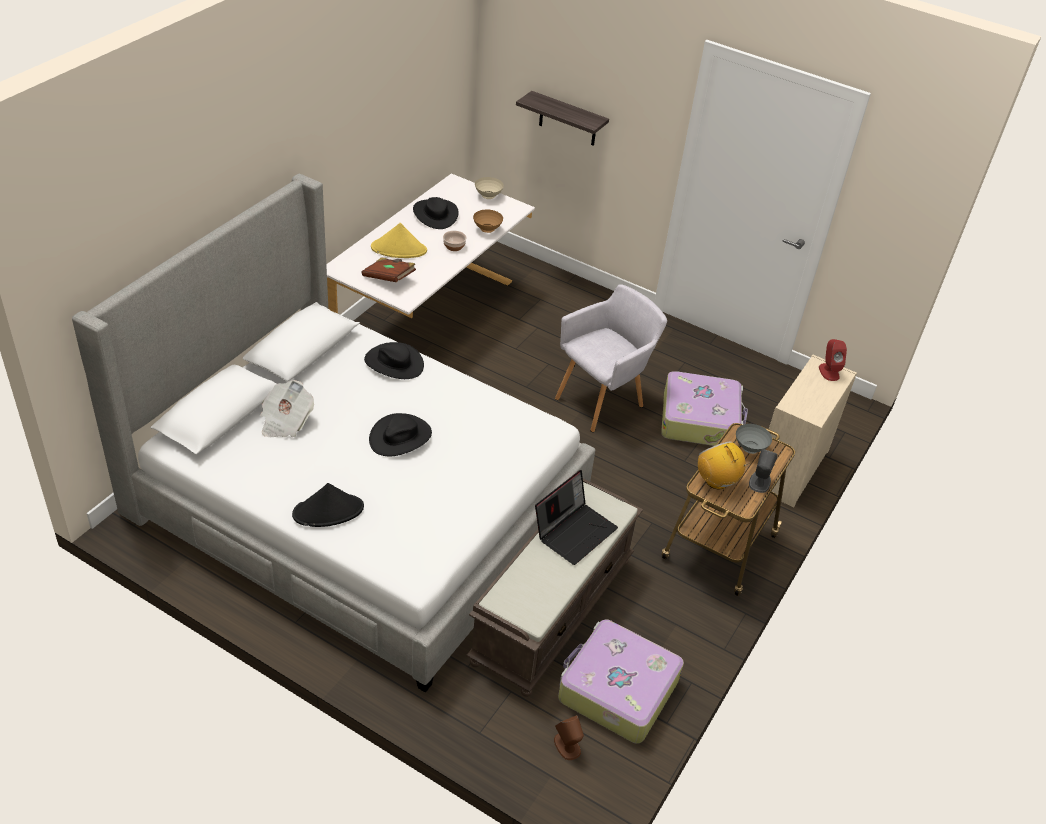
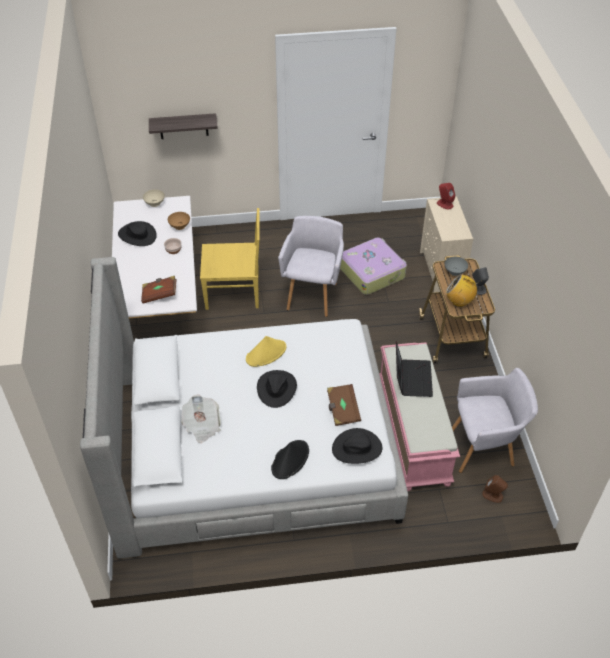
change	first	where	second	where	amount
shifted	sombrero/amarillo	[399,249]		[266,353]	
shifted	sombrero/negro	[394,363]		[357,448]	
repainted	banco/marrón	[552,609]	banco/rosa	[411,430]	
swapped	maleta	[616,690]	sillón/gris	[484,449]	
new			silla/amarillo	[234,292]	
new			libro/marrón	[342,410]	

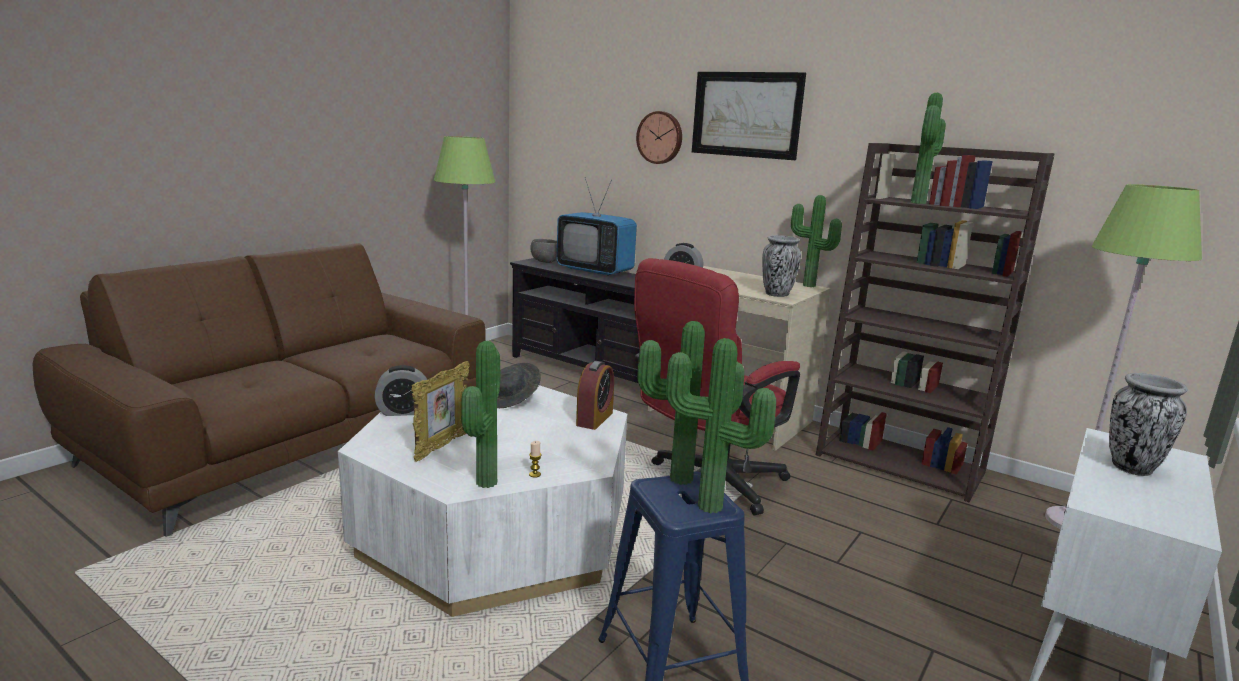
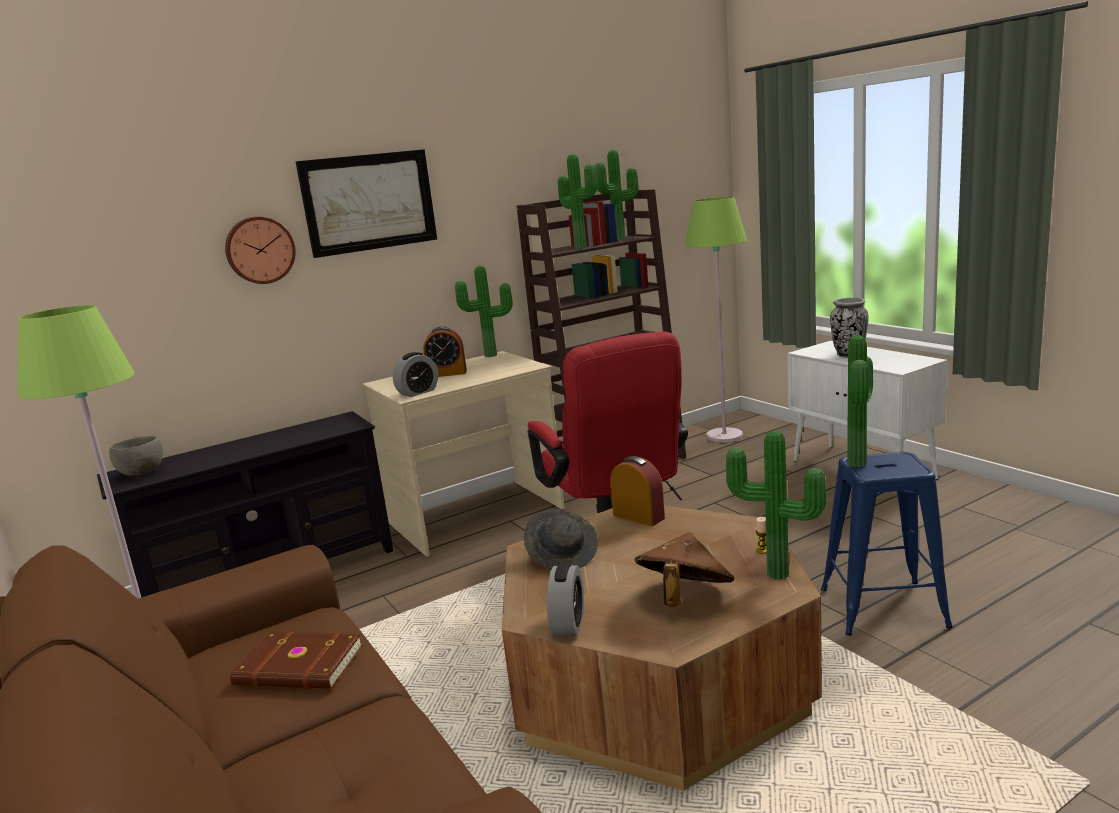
change	first	where	second	where	amount
gone	televisor	[595,270]			
gone	florero	[776,294]			
shifted	planta en maceta	[708,509]		[621,239]	
swapped	portarretratos	[442,446]	sombrero/marrón	[684,598]	
repainted	mesa de centro/blanco	[494,532]	mesa de centro/marrón	[656,681]	
new			despertador	[447,374]	
new			libro/marrón	[299,667]	

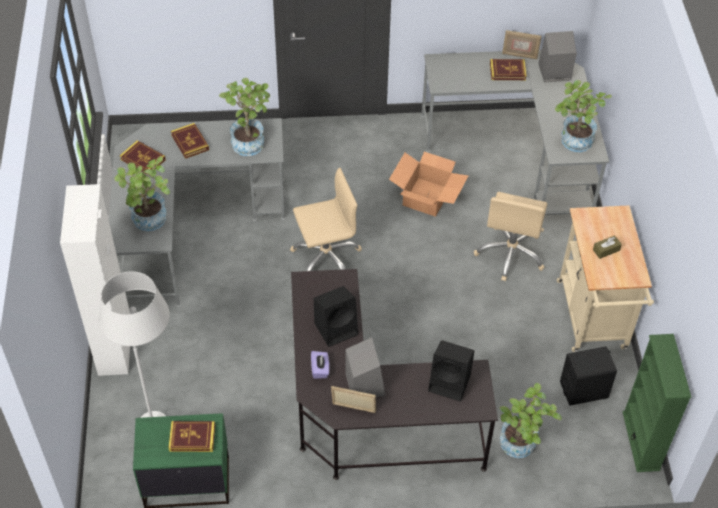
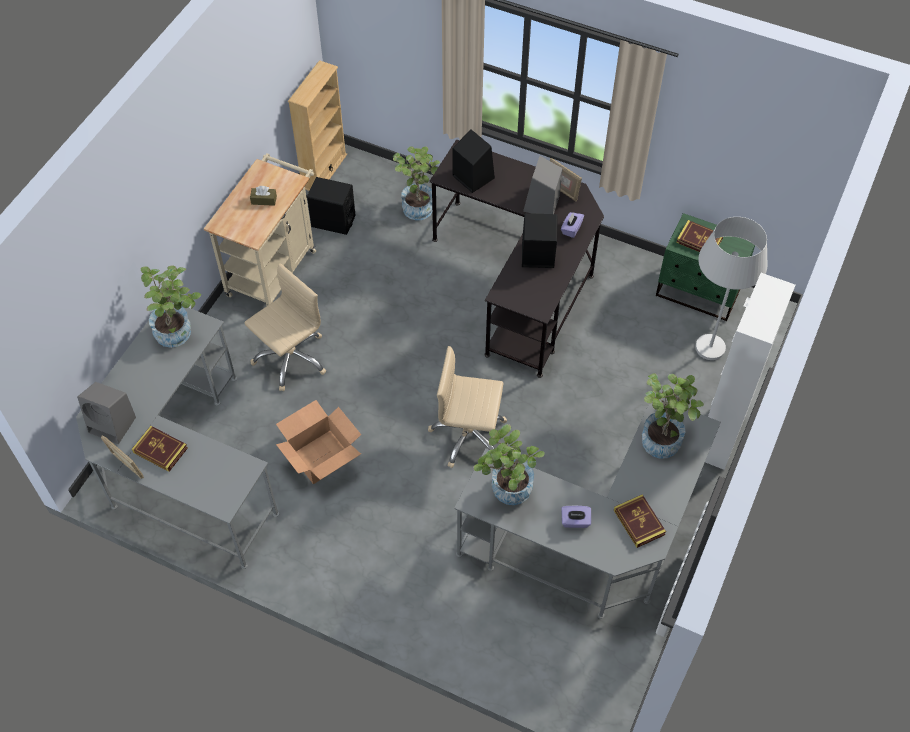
change	first	where	second	where	amount
swapped	libro	[190,142]	caja de pañuelos/morado	[575,521]	
repainted	estantería/verde	[641,441]	estantería/beis	[324,171]	

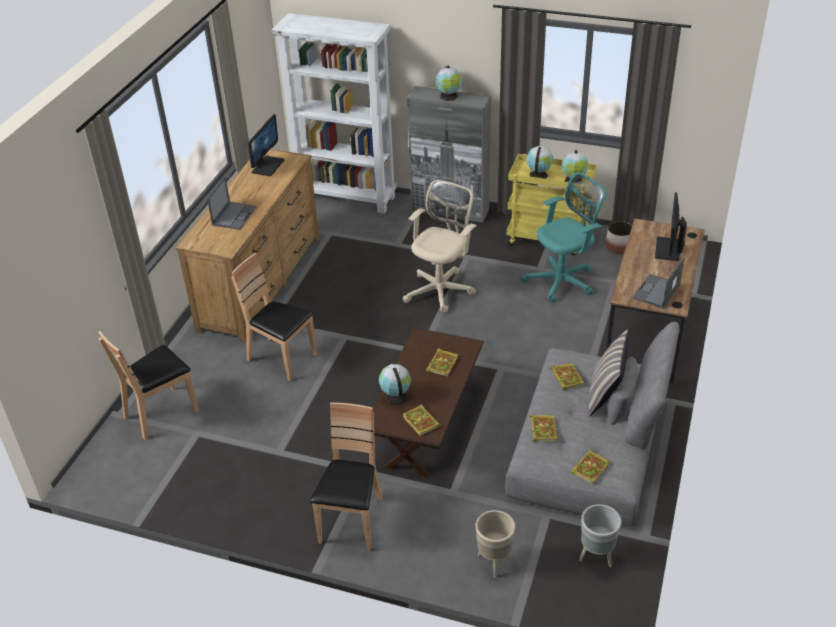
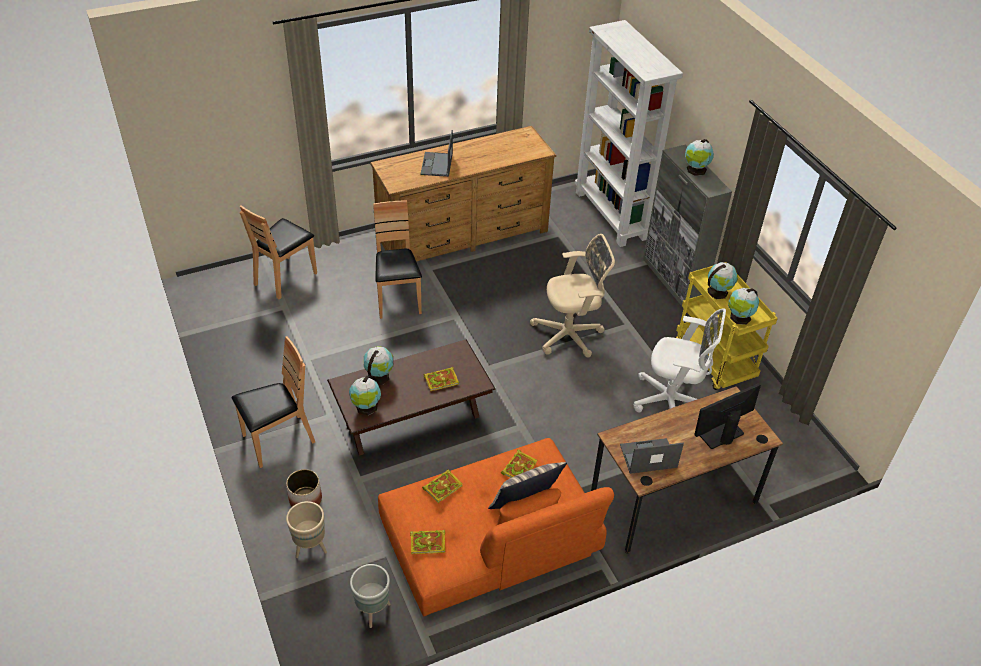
change	first	where	second	where	amount
gone	monitor	[267,166]			
repainted	silla de oficina/turquesa	[563,281]	silla de oficina/blanco	[672,402]	
rotated	portátil	[234,215]		[437,165]	120 degrees clockwise
shifted	maceta	[618,247]		[305,499]	
repainted	sofá/gris	[589,445]	sofá/naranja	[490,535]	
rotated	silla/marrón	[161,413]		[285,278]	60 degrees counterclockwise
swapped	libro	[422,422]	globo terráqueo	[366,407]	

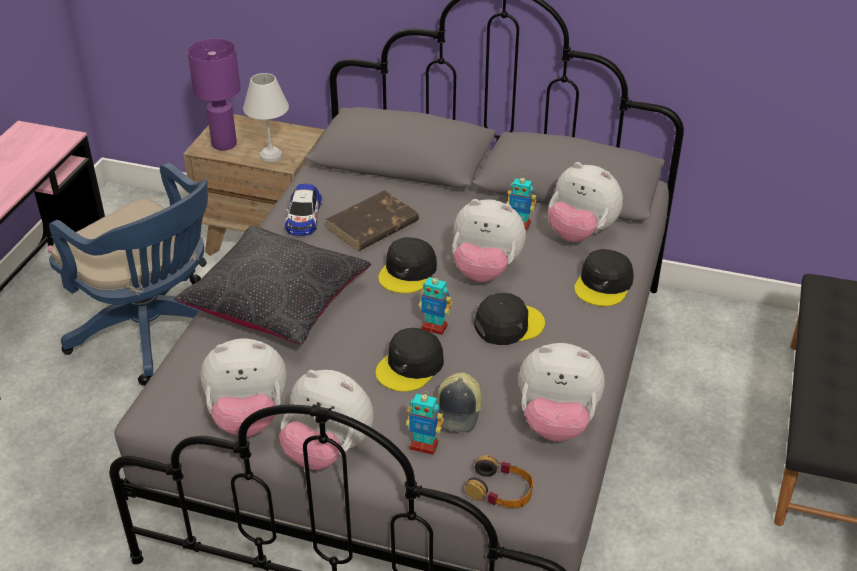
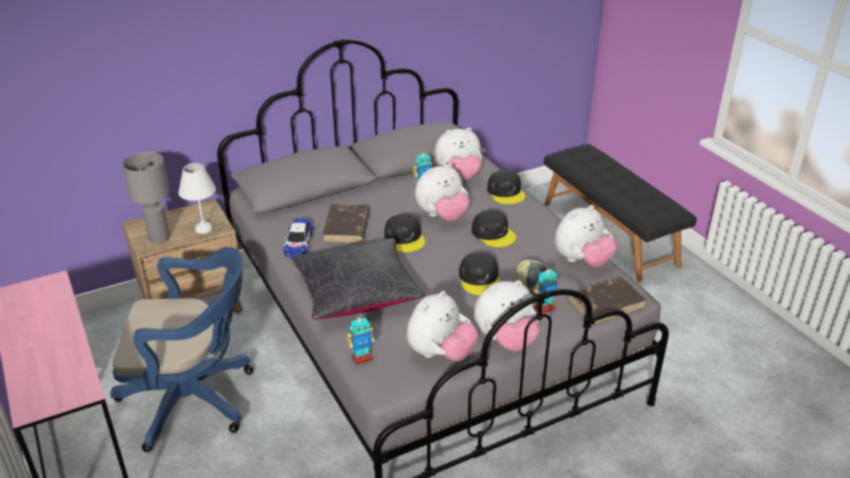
change	first	where	second	where	amount
repainted	lámpara de mesa/morado	[225,144]	lámpara de mesa/gris	[160,238]	
rotated	coche de juguete	[303,217]		[298,243]	45 degrees clockwise
shifted	robot de juguete	[434,327]		[362,358]	
rotated	gorra/negro	[508,325]		[493,234]	120 degrees clockwise
swapped	auriculares	[500,490]	libro/marrón	[606,303]	

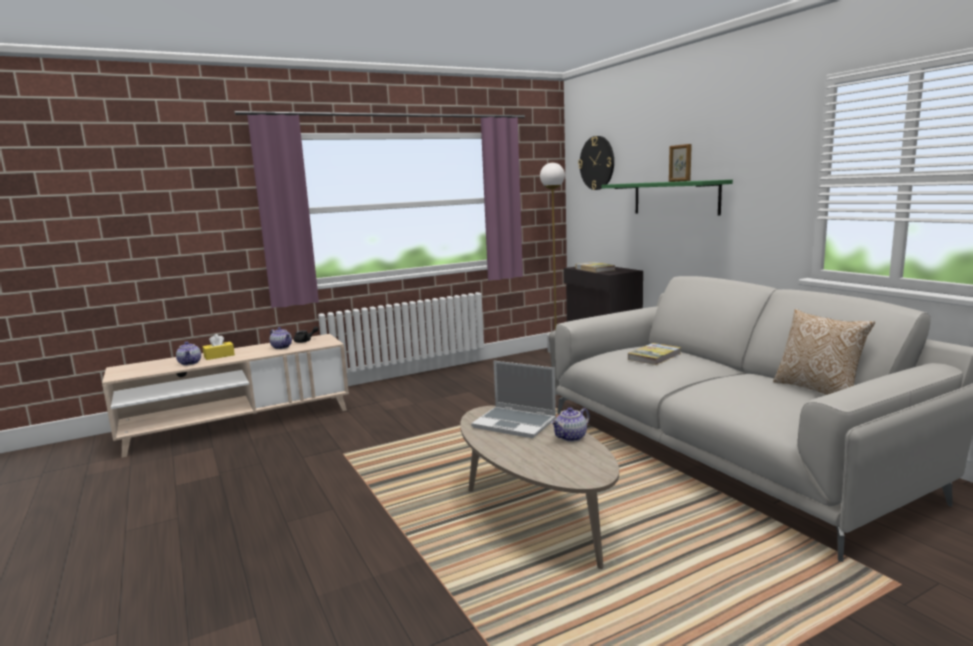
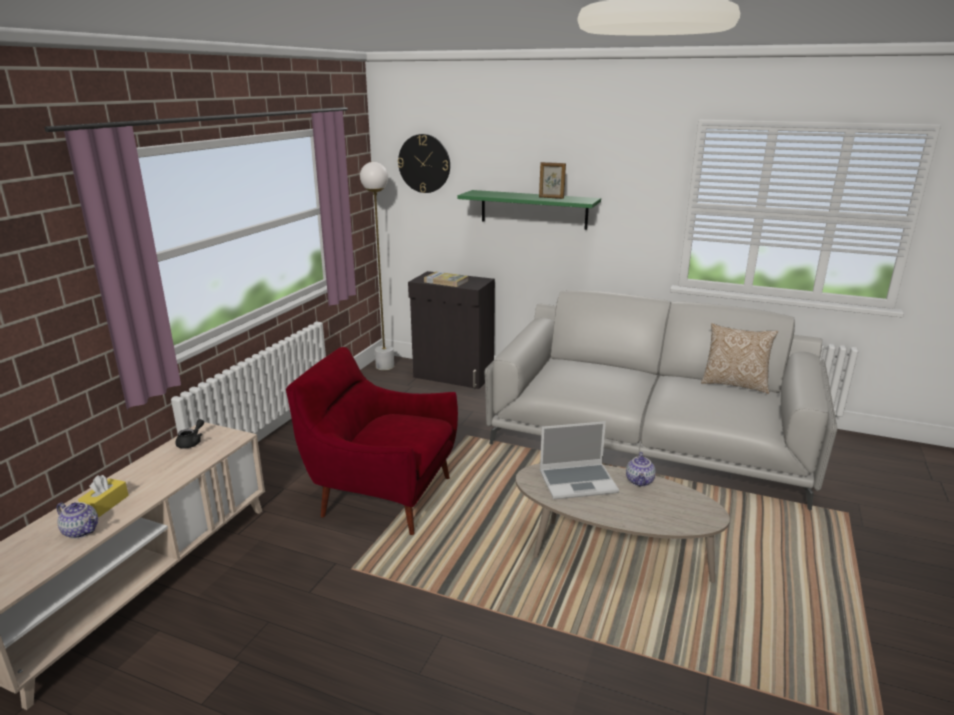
change	first	where	second	where	amount
gone	tetera	[282,347]			
gone	libro	[654,356]			
new			sillón/rojo	[381,495]	

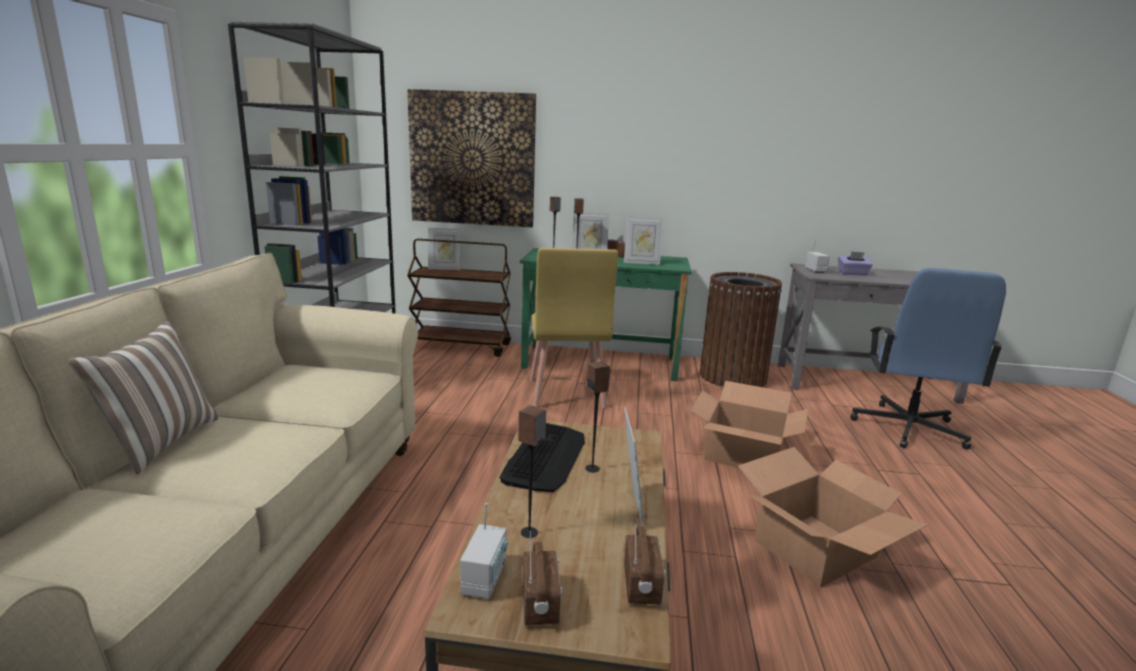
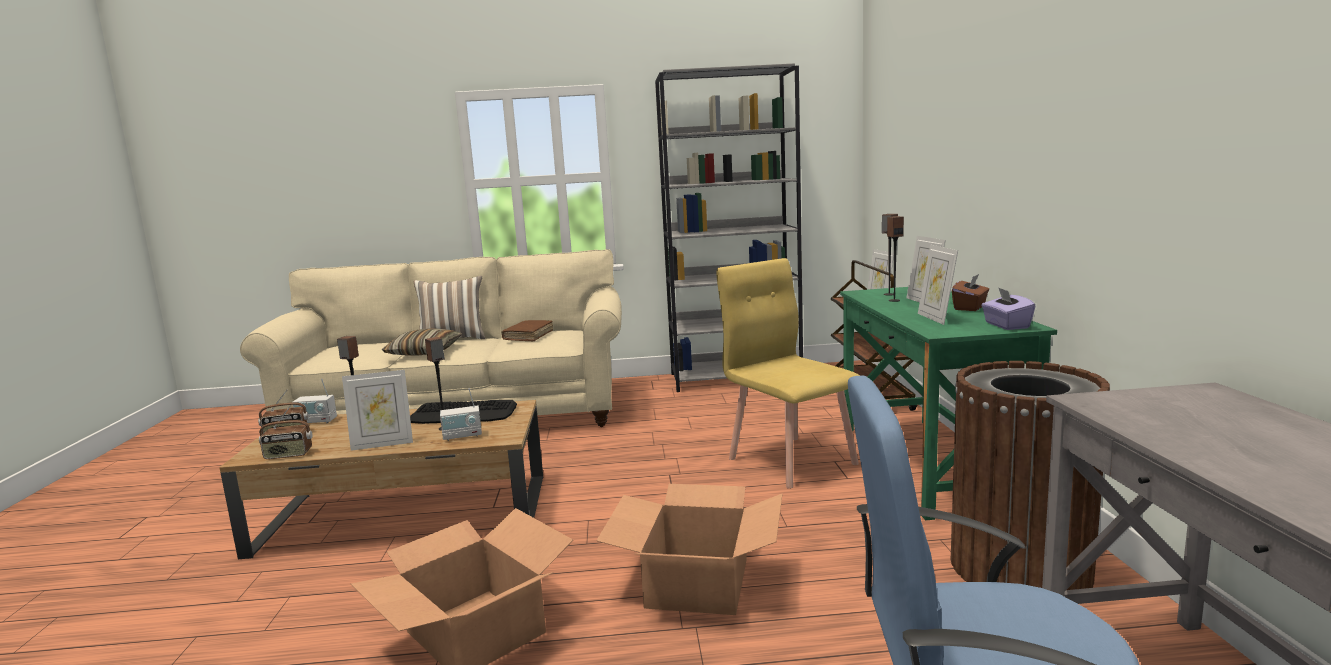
change	first	where	second	where	amount
gone	cuadro	[472,159]			
shifted	radio	[815,270]		[462,436]	
rotated	silla/amarillo	[566,393]		[792,460]	75 degrees clockwise
shifted	caja de pañuelos/morado	[853,273]		[1006,325]	
new			libro/marrón	[528,336]	
new			cojín	[424,352]	

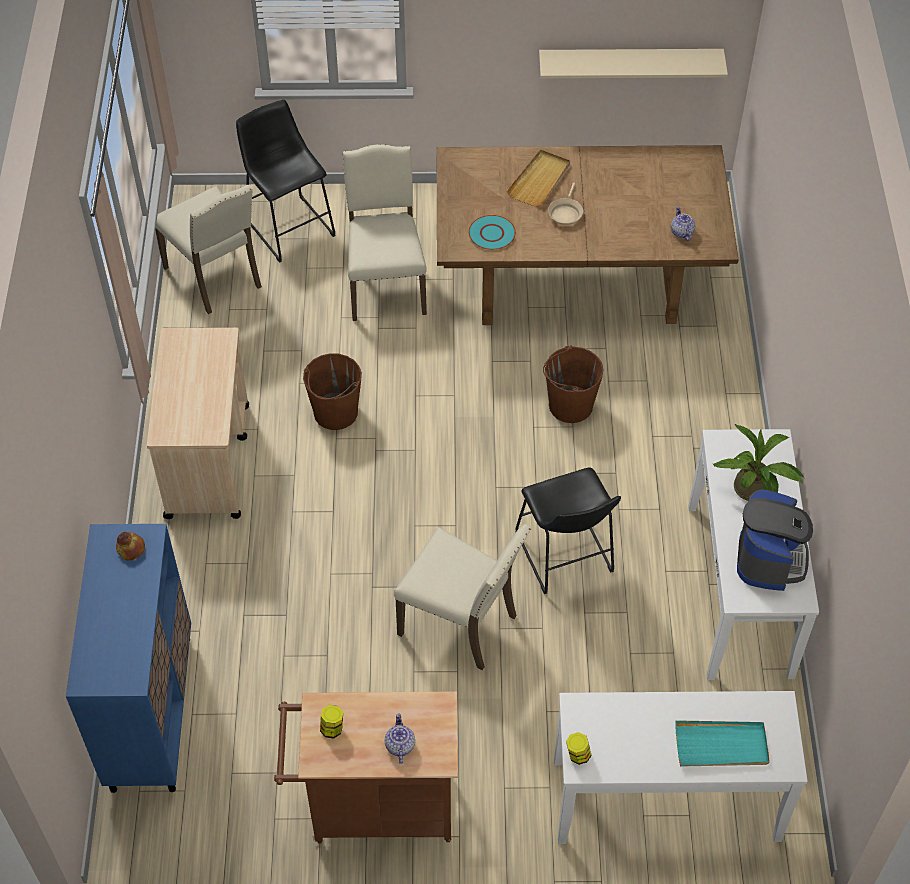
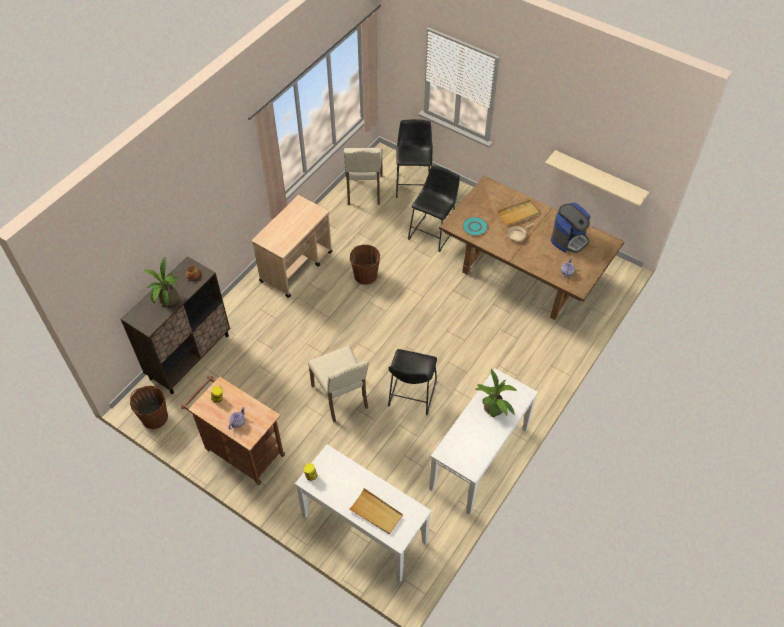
change	first	where	second	where	amount
swapped	silla/beis	[385,285]	taburete/negro	[433,231]	
shifted	cubo/marrón	[570,405]		[154,417]	
shifted	cafetera	[769,558]		[569,239]	
repainted	armario/azul	[151,711]	armario/marrón	[190,356]	
repainted	bandeja/turquesa	[721,746]	bandeja/beis	[376,512]	
new			planta en maceta	[167,301]	

